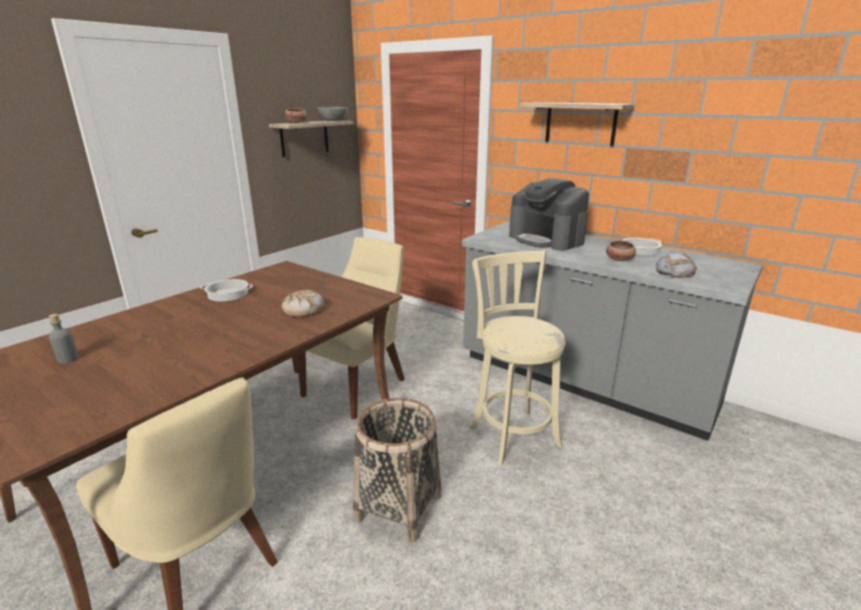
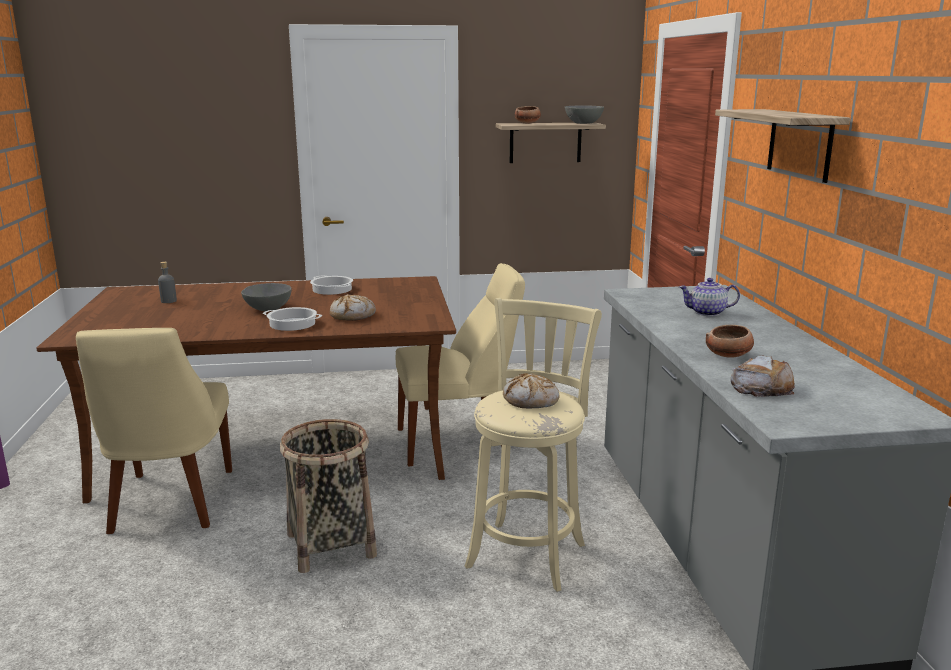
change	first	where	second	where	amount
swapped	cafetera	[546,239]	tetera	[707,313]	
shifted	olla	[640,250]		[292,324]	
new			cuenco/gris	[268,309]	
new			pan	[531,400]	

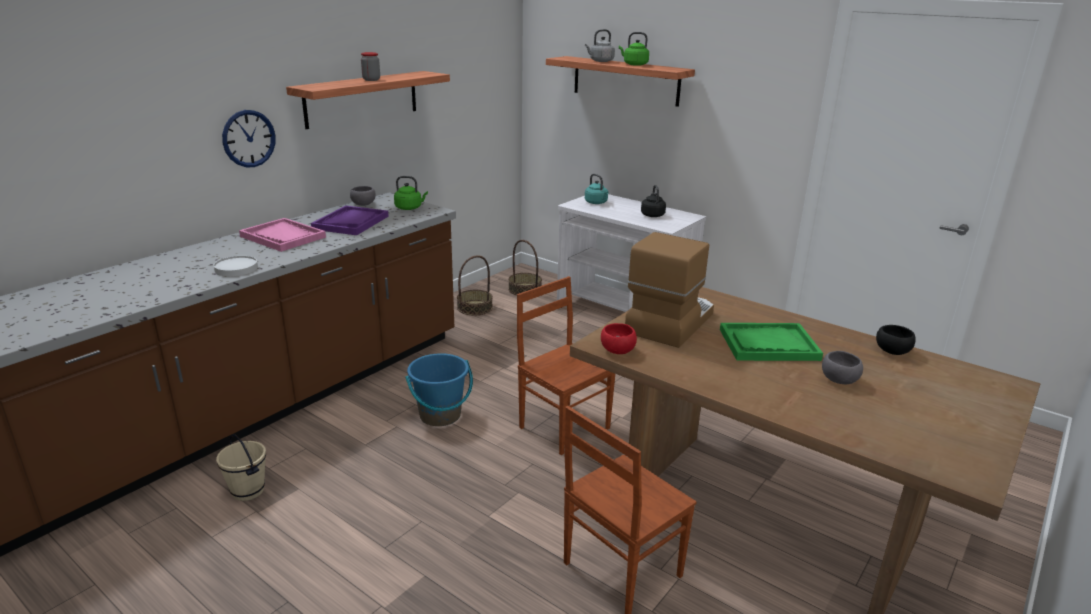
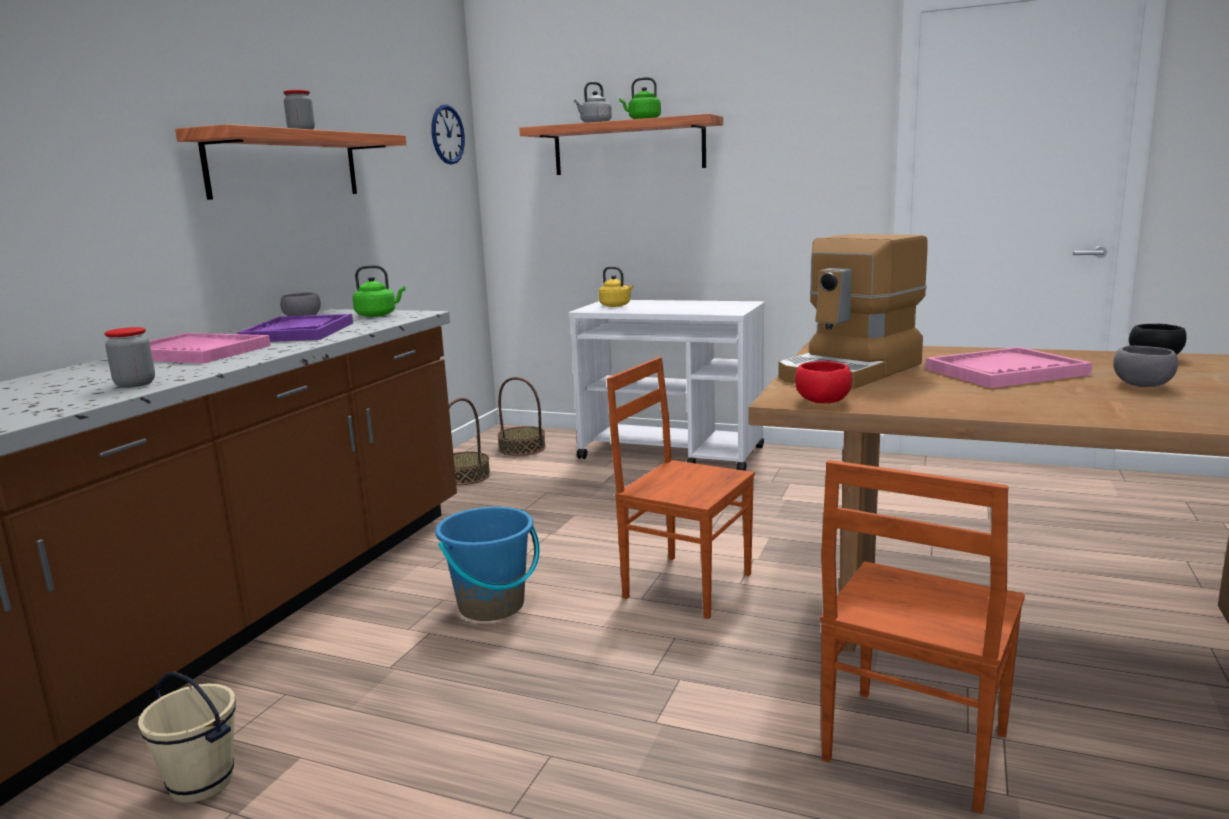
change	first	where	second	where	amount
shifted	reloj de pared	[249,138]		[447,134]	
repainted	hervidor/turquesa	[596,203]	hervidor/amarillo	[616,306]	
gone	hervidor/negro	[652,215]			
rotated	cafetera	[669,322]		[851,371]	150 degrees counterclockwise
swapped	plato/blanco	[236,268]	tarro	[135,384]	
repainted	bandeja/verde	[768,344]	bandeja/rosa	[1005,372]	

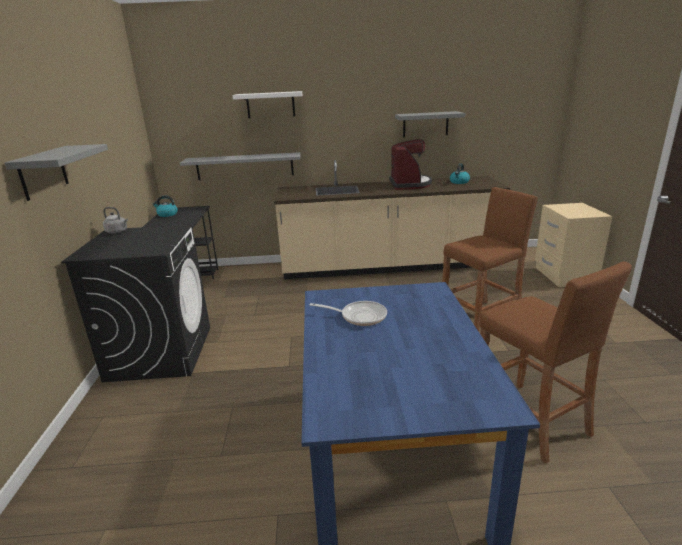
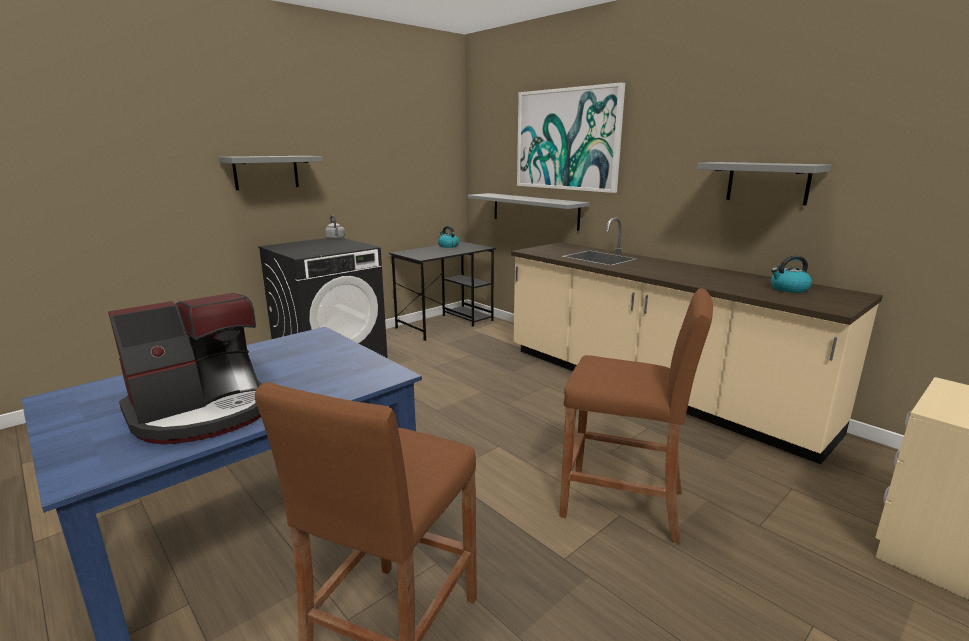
change	first	where	second	where	amount
swapped	estante/blanco	[270,105]	cuadro	[567,139]	
shifted	cafetera	[409,184]		[202,413]	
gone	sartén	[359,316]			

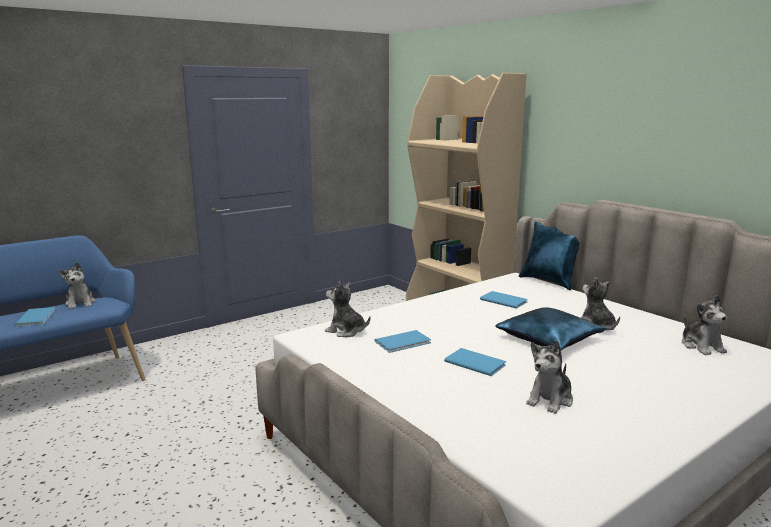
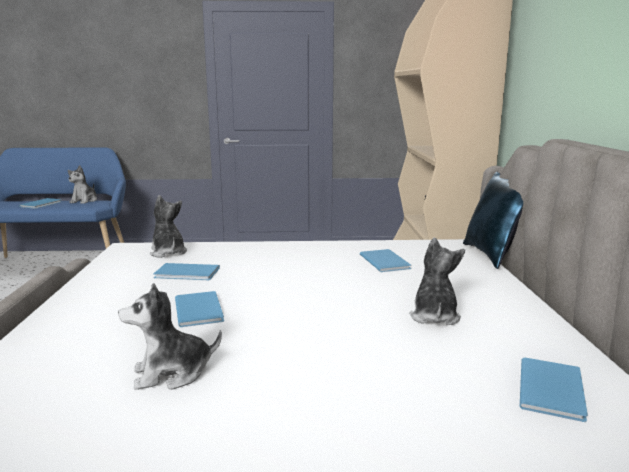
change	first	where	second	where	amount
swapped	peluche	[701,346]	libro/azul	[553,389]	
gone	cojín/azul	[549,339]			

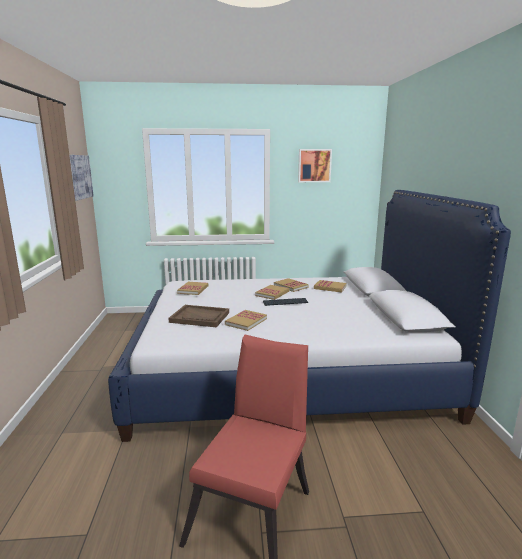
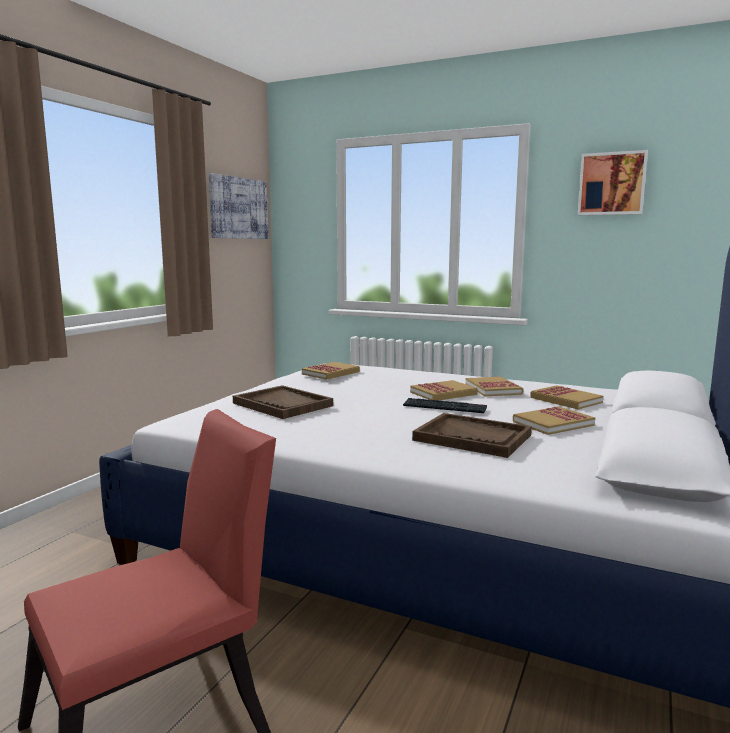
change	first	where	second	where	amount
shifted	libro	[246,321]		[553,423]	
new			bandeja/marrón	[472,438]	

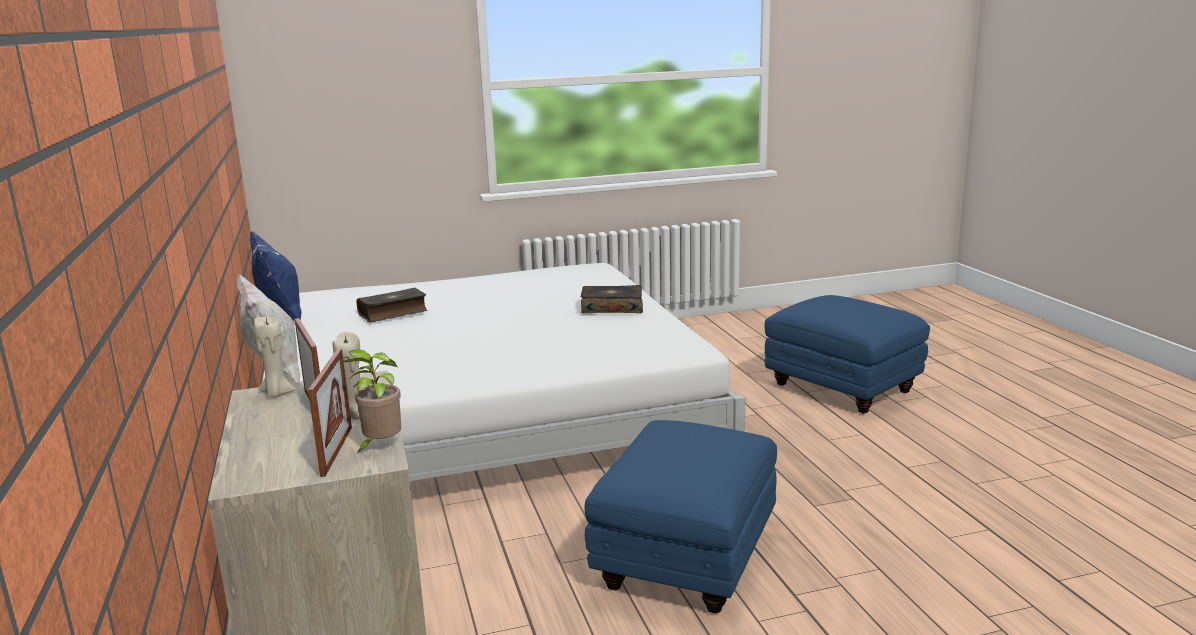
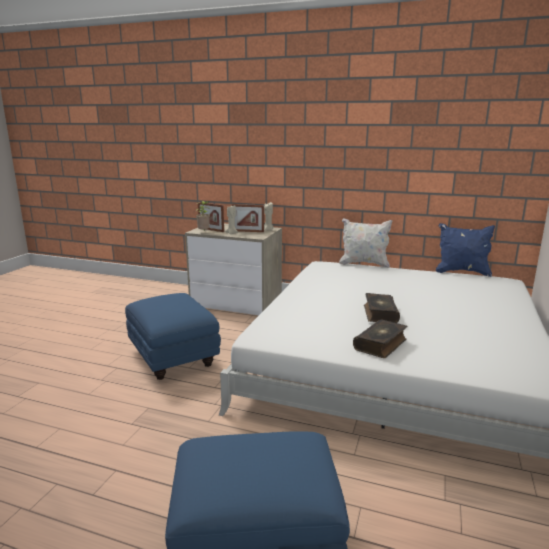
change	first	where	second	where	amount
shifted	libro	[393,313]		[379,314]	

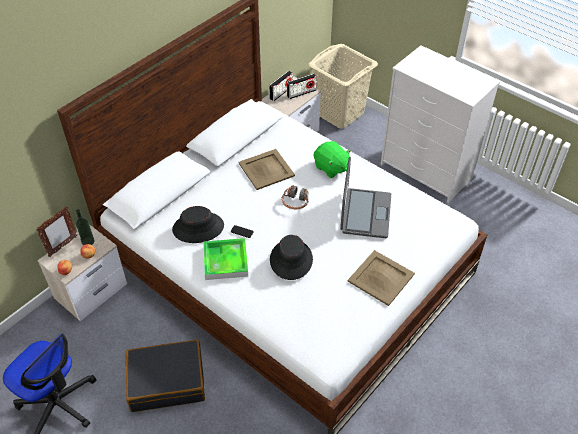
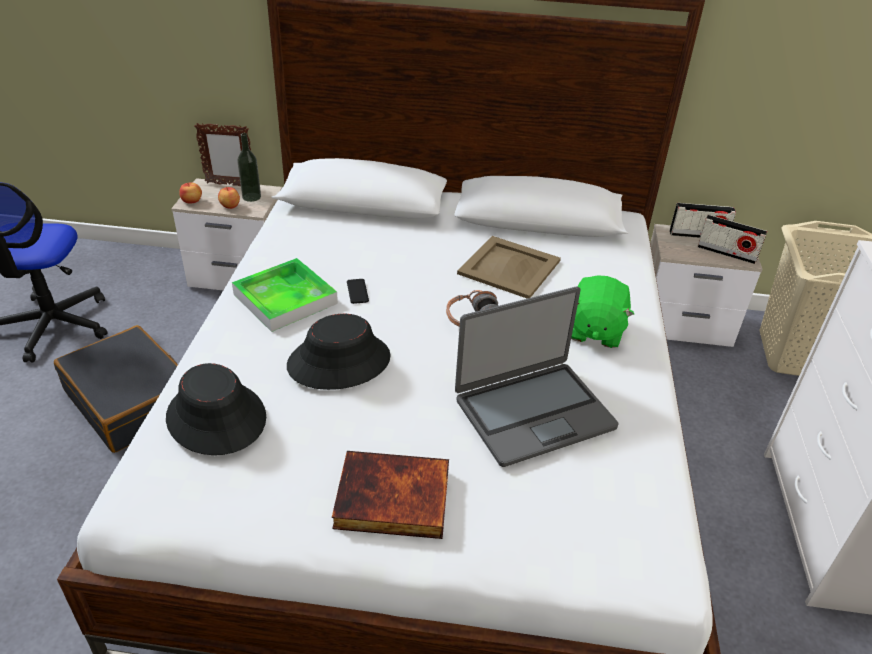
change	first	where	second	where	amount
shifted	sombrero/negro	[198,228]		[216,418]	
swapped	bandeja/beis	[381,278]	libro	[391,500]	

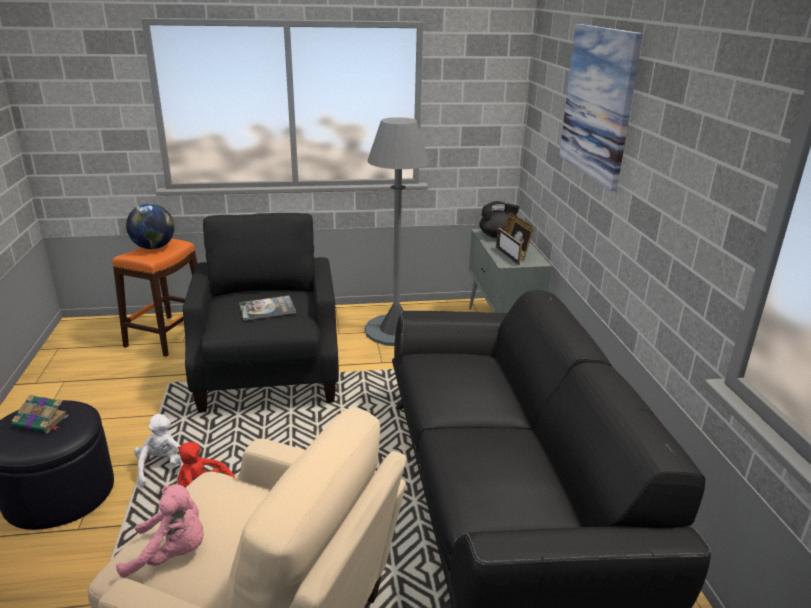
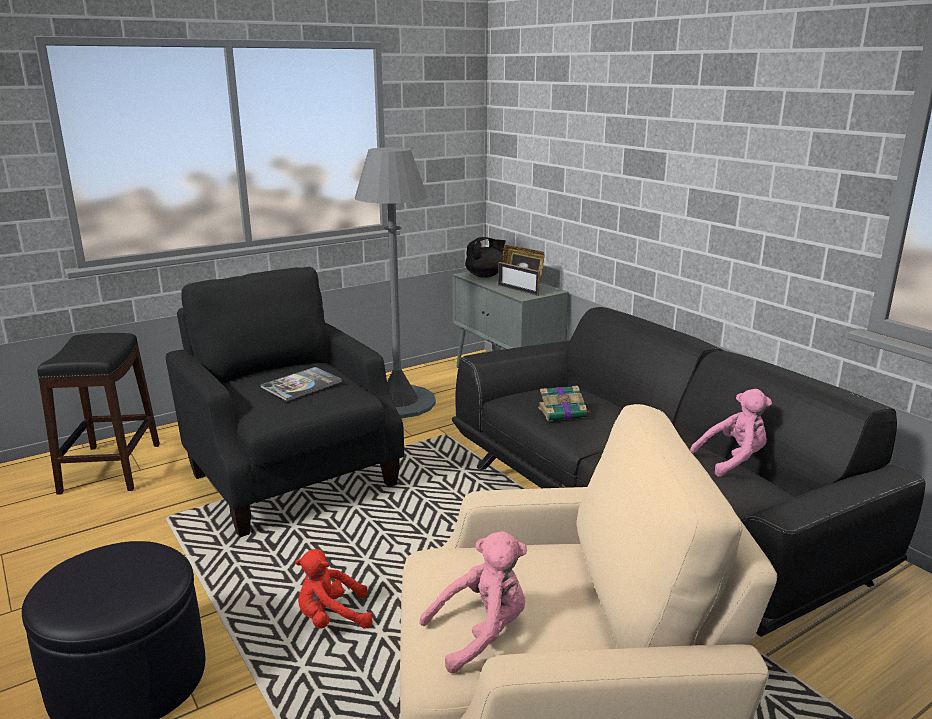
change	first	where	second	where	amount
gone	cuadro	[598,103]			
gone	globo terráqueo	[154,247]			
repainted	taburete/naranja	[167,335]	taburete/negro	[110,468]	
shifted	libro	[42,422]		[563,412]	
gone	peluche/blanco	[163,468]			
new			peluche/rosa	[733,460]	

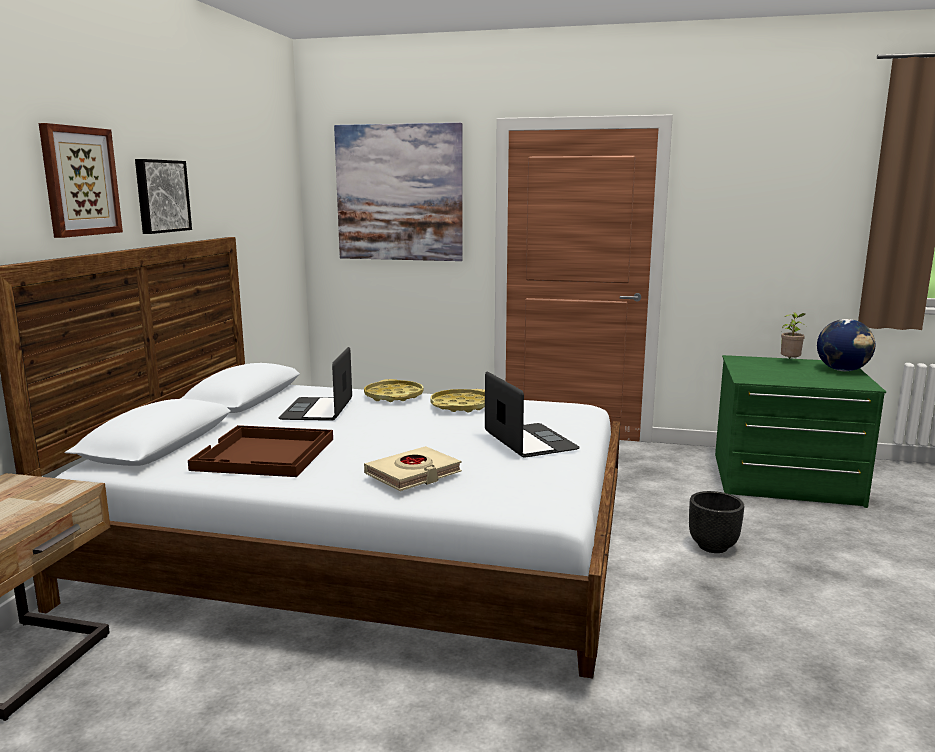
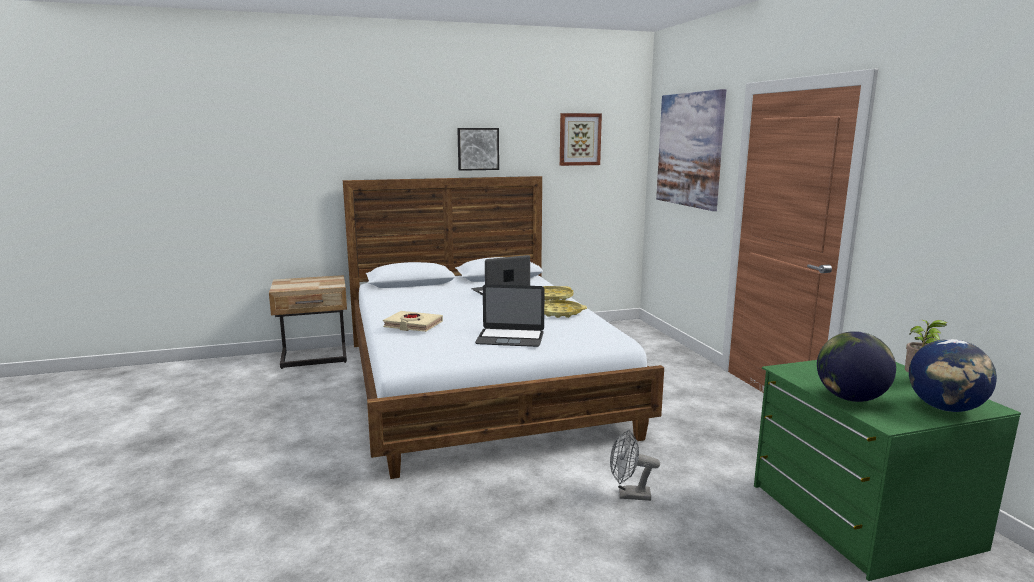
change	first	where	second	where	amount
shifted	cuadro	[79,181]		[579,139]	
rotated	portátil	[529,441]		[510,337]	60 degrees clockwise
gone	bandeja/marrón	[265,454]			
swapped	maceta/negro	[713,546]	ventilador/gris	[629,495]	
new			globo terráqueo	[850,398]	

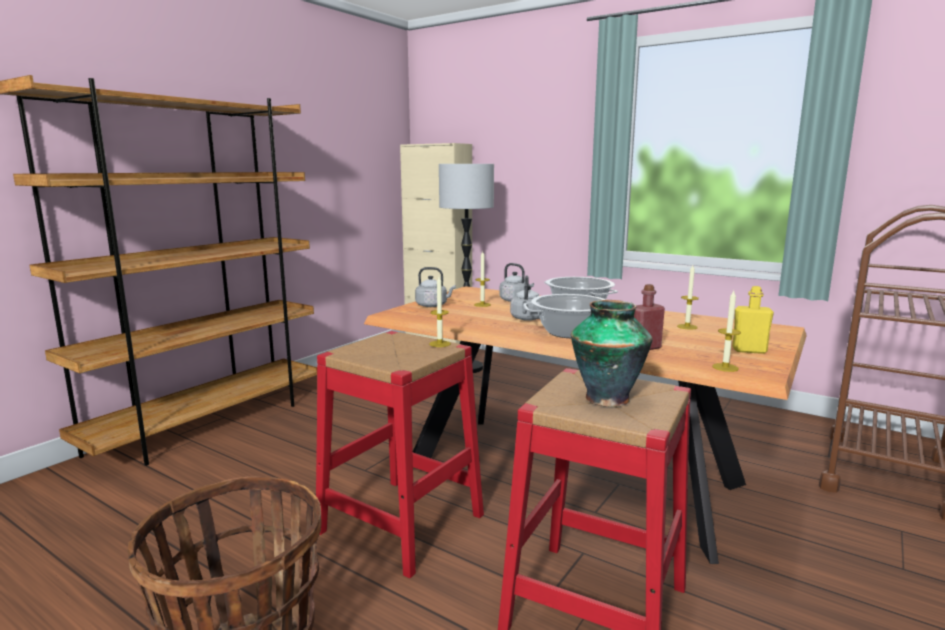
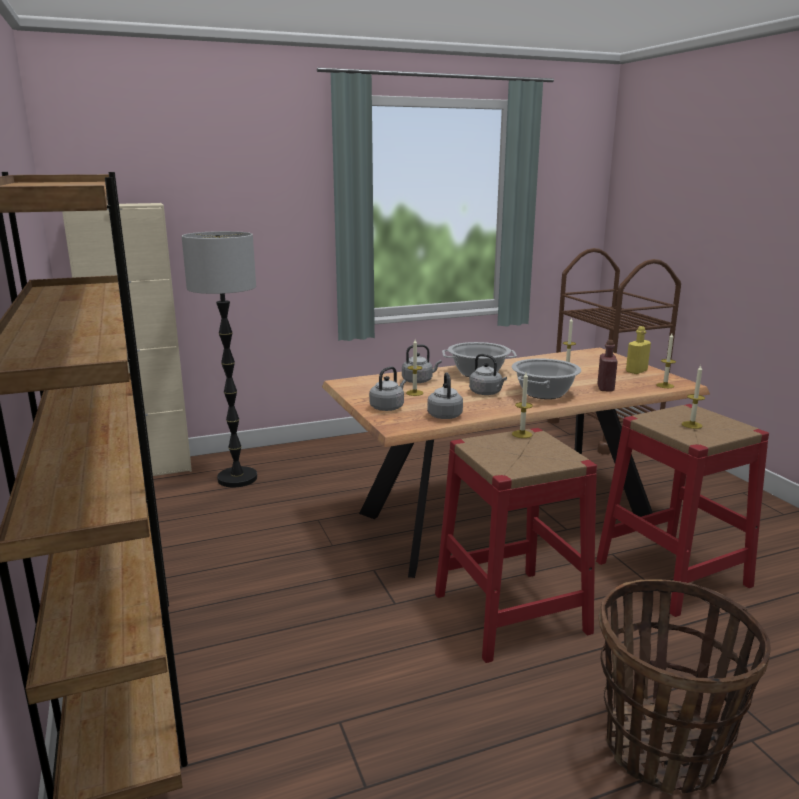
change	first	where	second	where	amount
swapped	florero	[606,397]	vela	[691,425]	
new			hervidor/gris	[444,415]	

